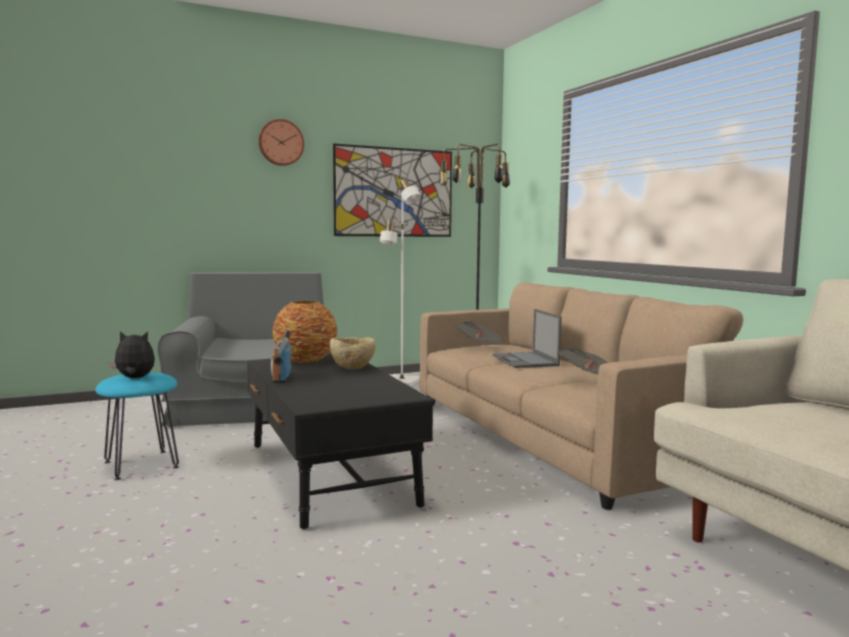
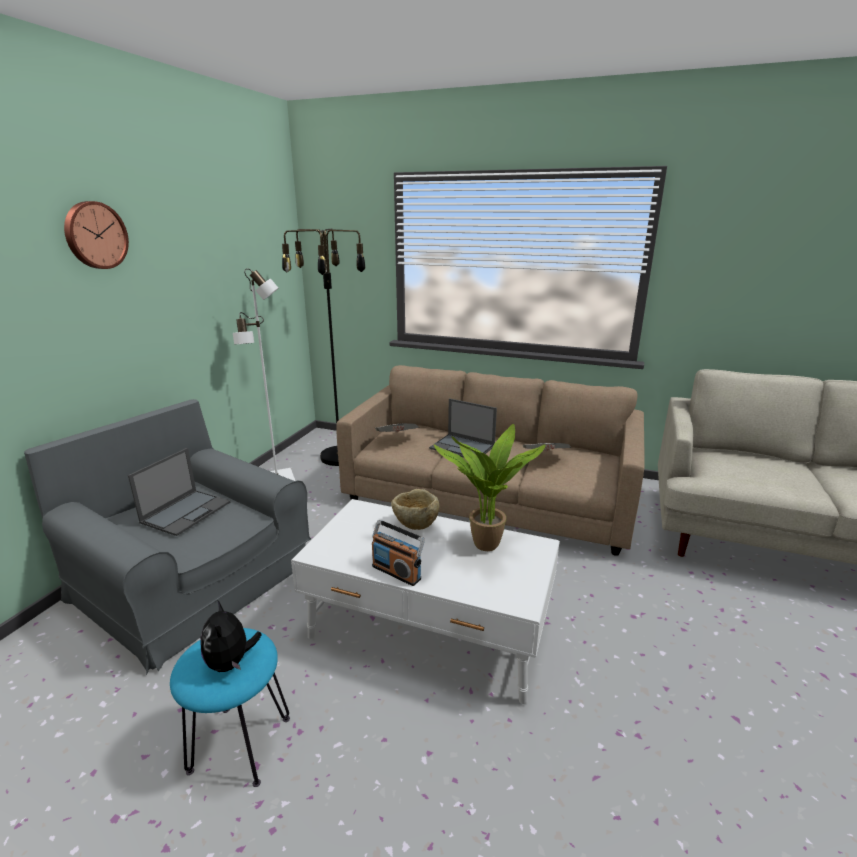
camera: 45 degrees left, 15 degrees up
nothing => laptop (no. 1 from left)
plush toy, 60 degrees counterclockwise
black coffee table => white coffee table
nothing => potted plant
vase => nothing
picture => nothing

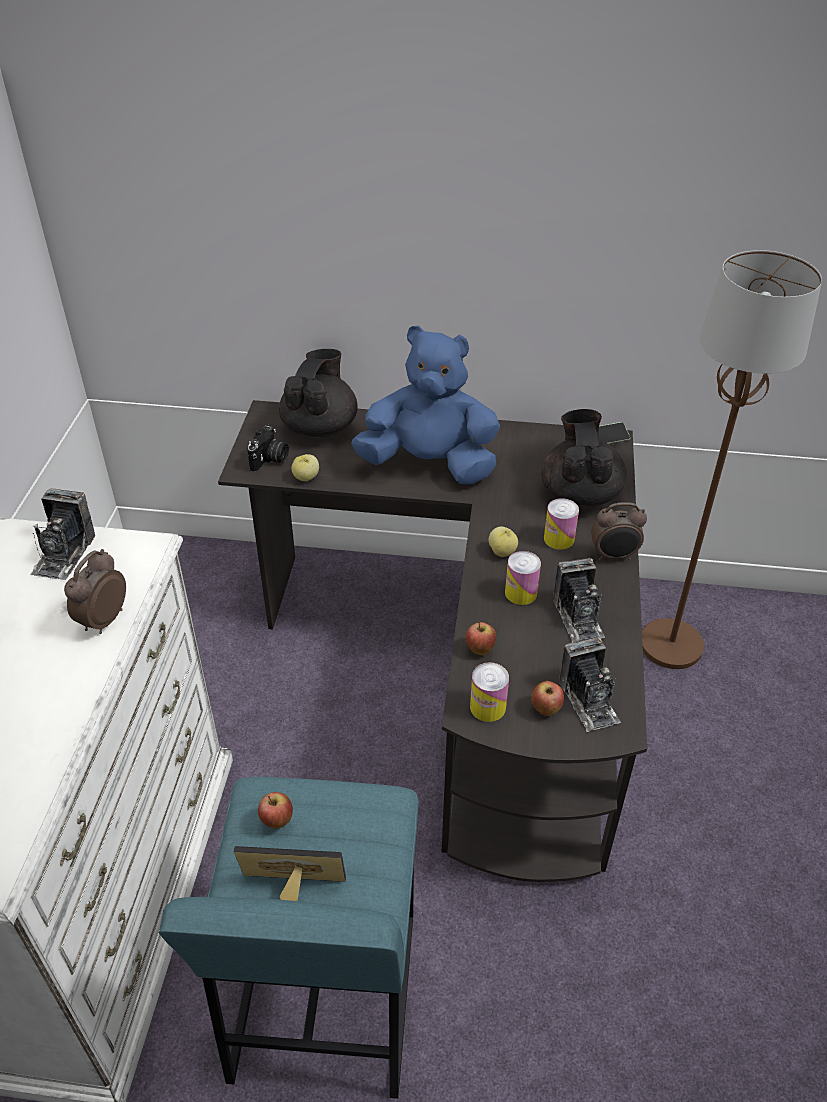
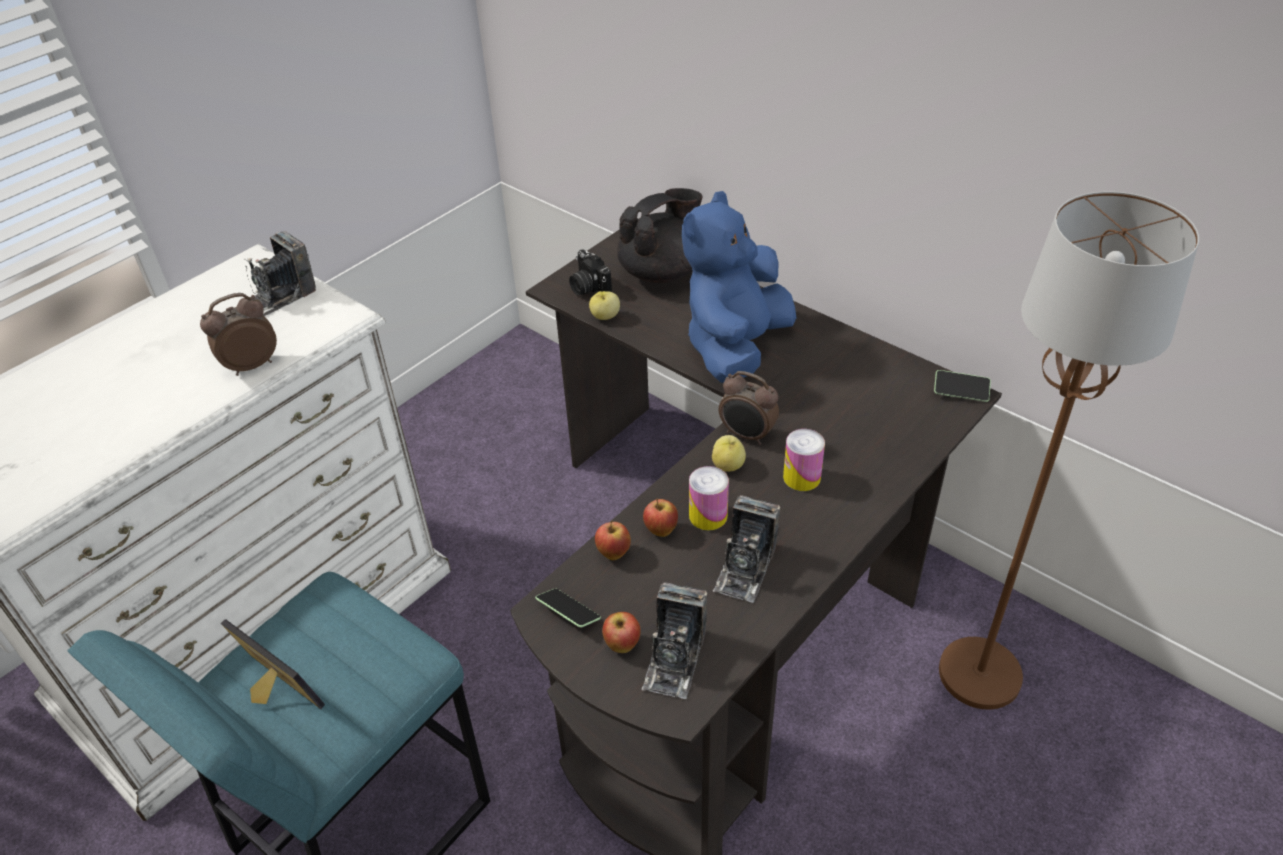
camera: 35 degrees right, 0 degrees up
can (no. 1 from left) => phone (no. 1 from left)
photo camera (no. 2 from left), 90 degrees clockwise
apple (no. 1 from left in the first image) => apple (no. 4 from left), relocated
blue plush toy, 105 degrees counterclockwise
alarm clock (no. 2 from left), relocated
black teapot (no. 2 from left) => nothing

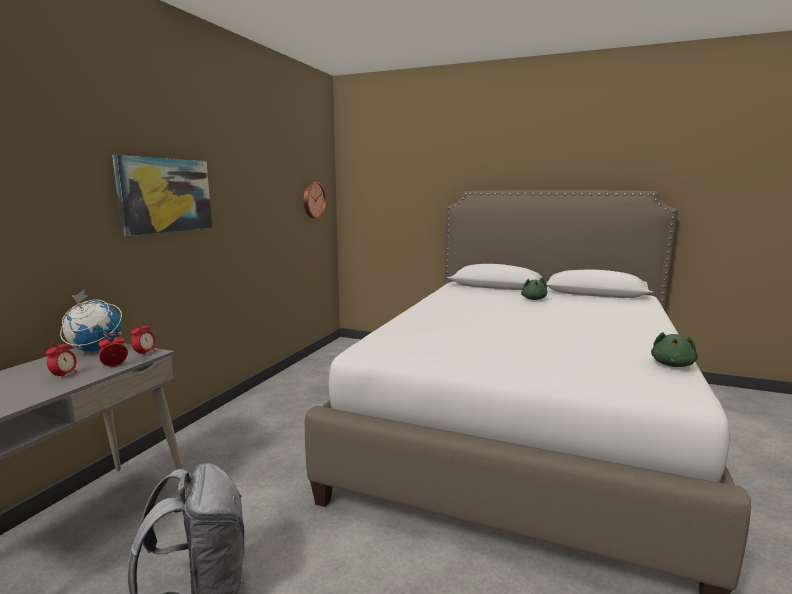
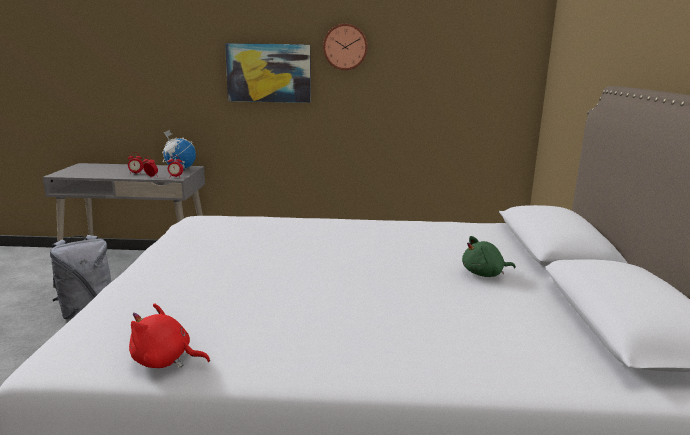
camera: 70 degrees right, 5 degrees up
green plush toy (no. 2 from left) => red plush toy
wall clock, relocated

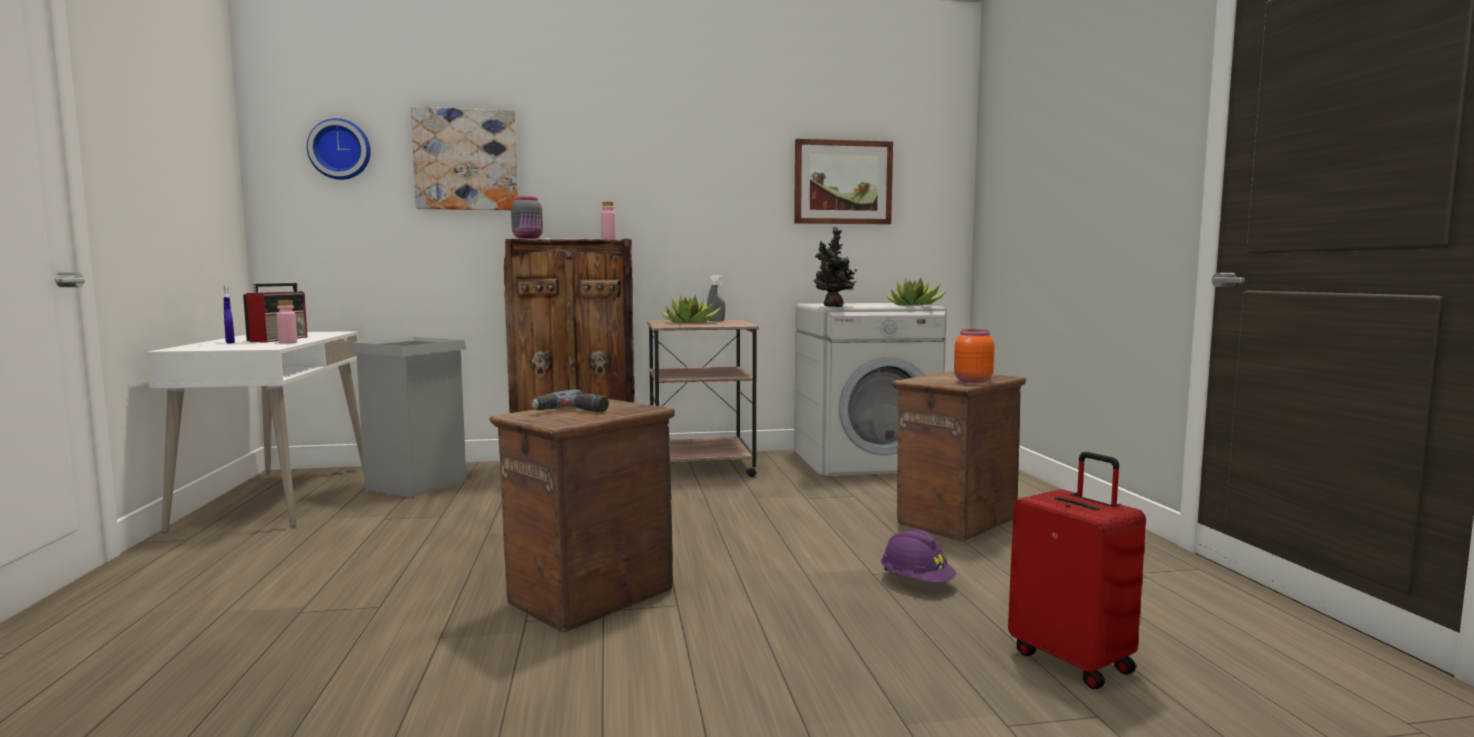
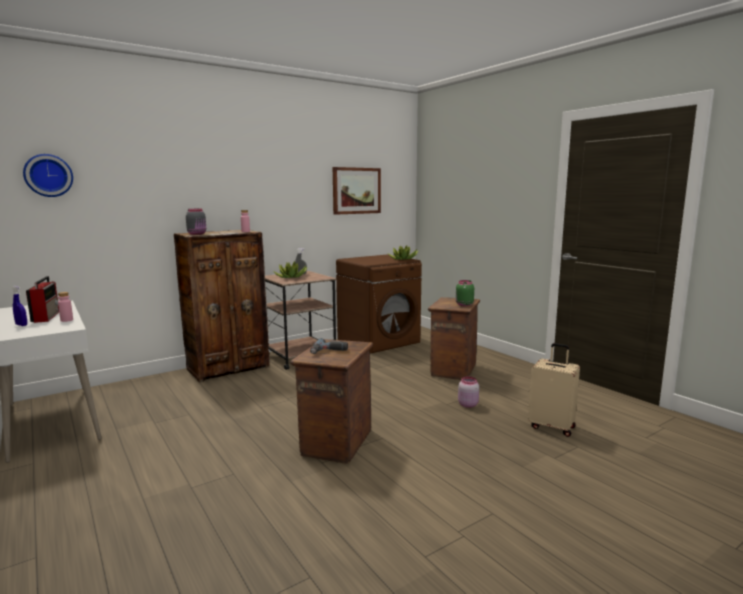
camera: 25 degrees left, 5 degrees up
white washing machine => brown washing machine
orange jar => green jar
purple hard hat => pink jar
red suitcase => beige suitcase
grey trash can => nothing
picture (no. 1 from left) => nothing
potted plant (no. 2 from left) => nothing

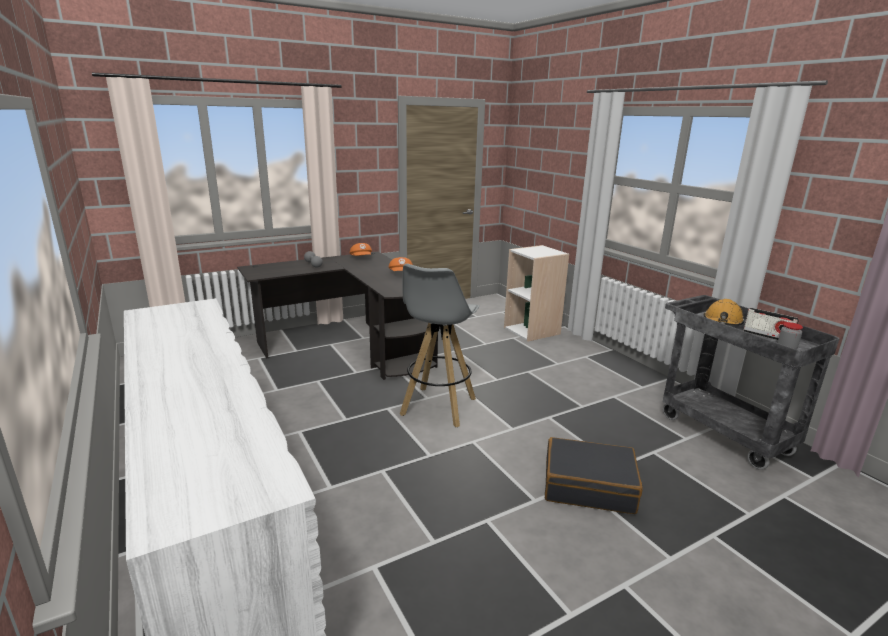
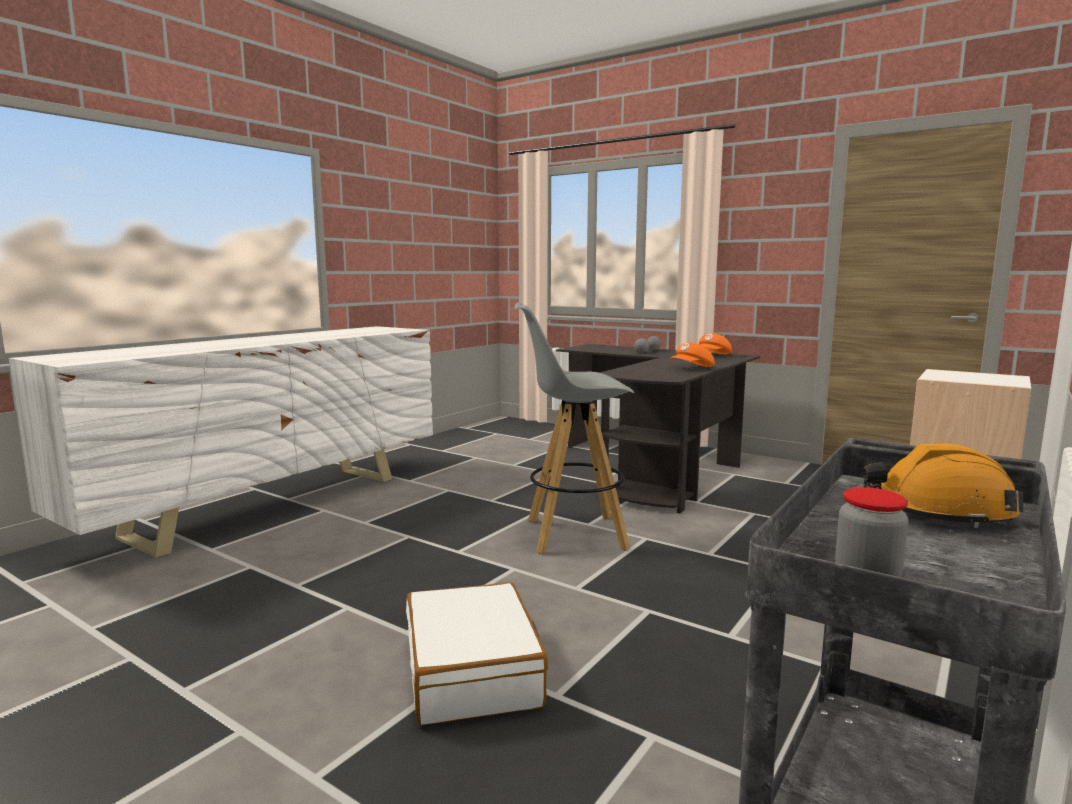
camera: 65 degrees right, 10 degrees down
black suitcase => white suitcase
radio => nothing

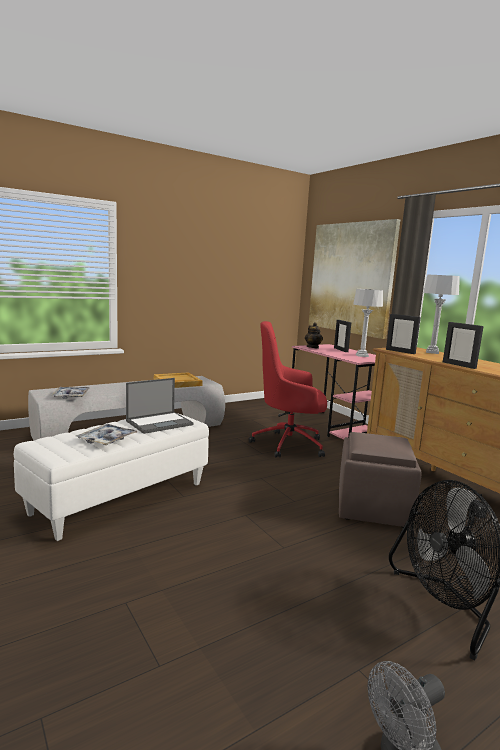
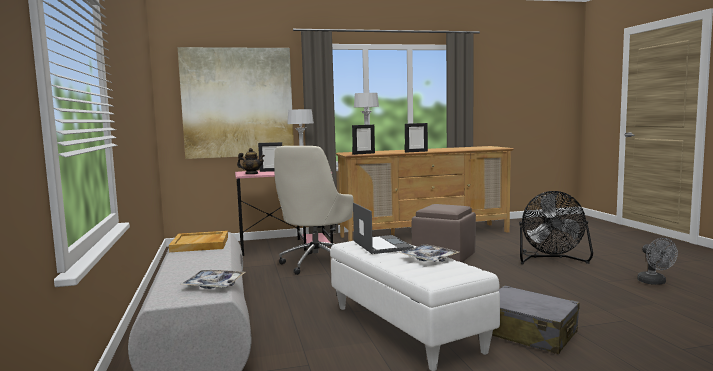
camera: 70 degrees left, 5 degrees down
red office chair => beige office chair
nothing => grey suitcase

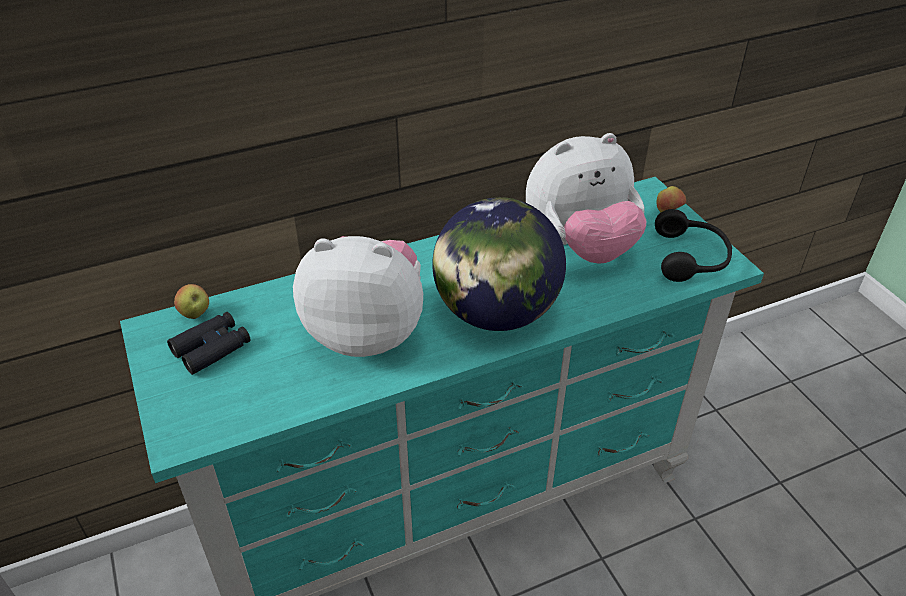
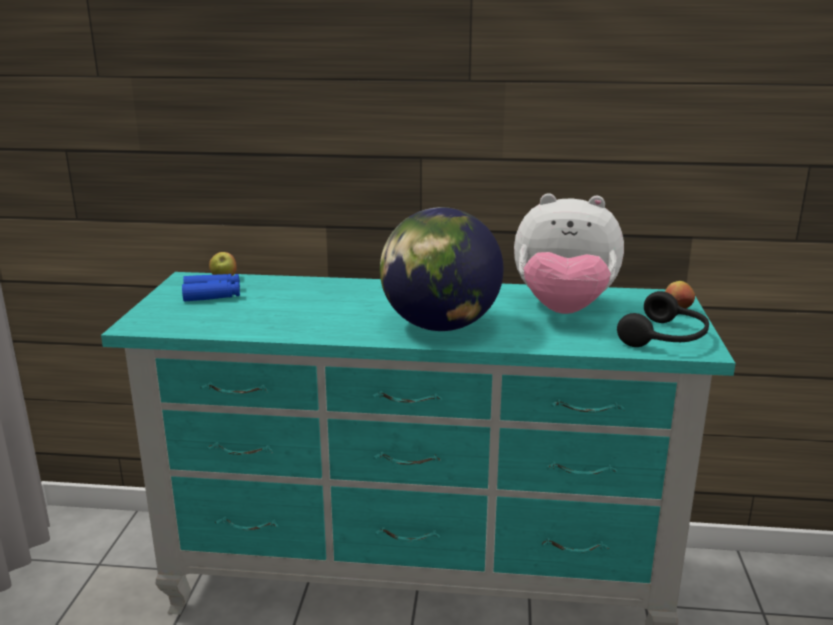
camera: 30 degrees right, 20 degrees down
black binoculars => blue binoculars
plush toy (no. 1 from left) => nothing

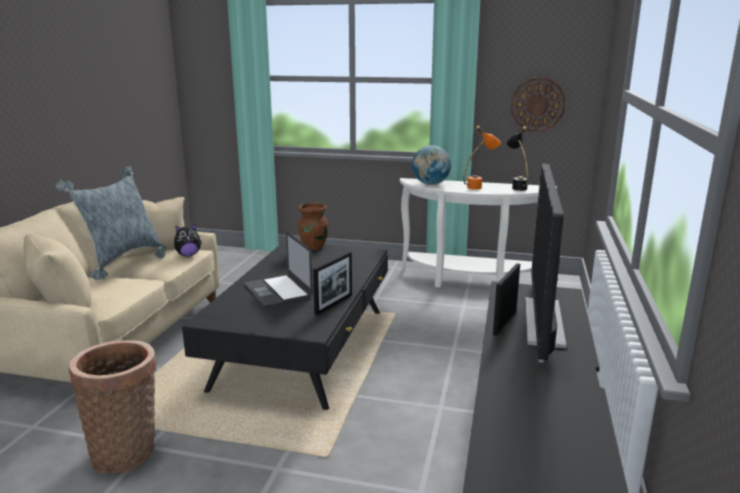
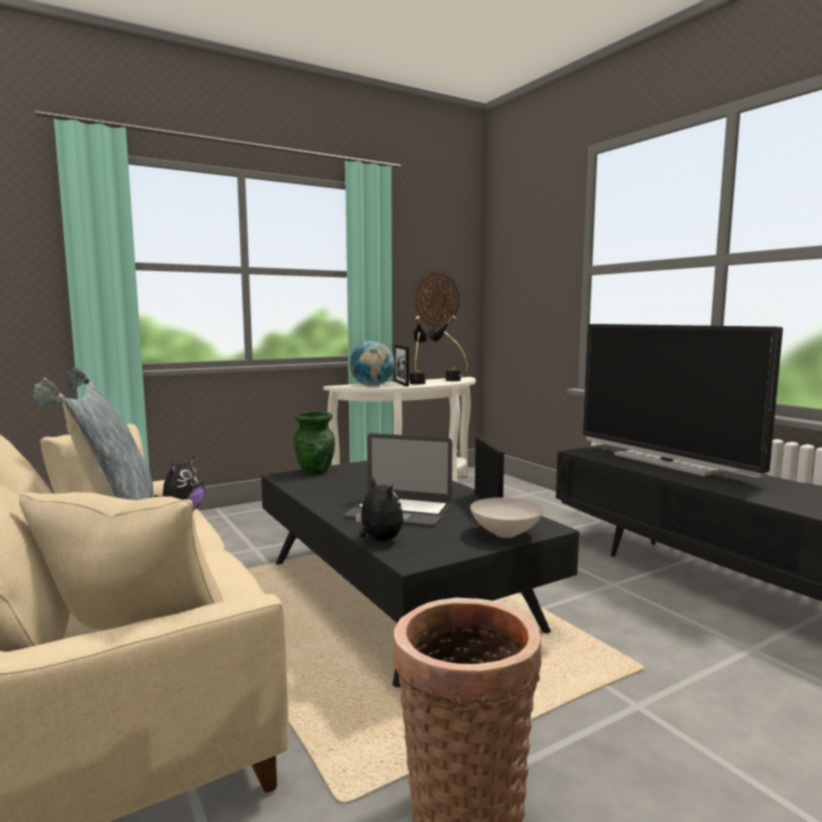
camera: 45 degrees left, 10 degrees down
brown vase => green vase
nothing => plush toy (no. 2 from left)
picture frame (no. 2 from left in the first image) => picture frame (no. 1 from left), relocated
orange table lamp => black table lamp (no. 1 from left)
nothing => white bowl

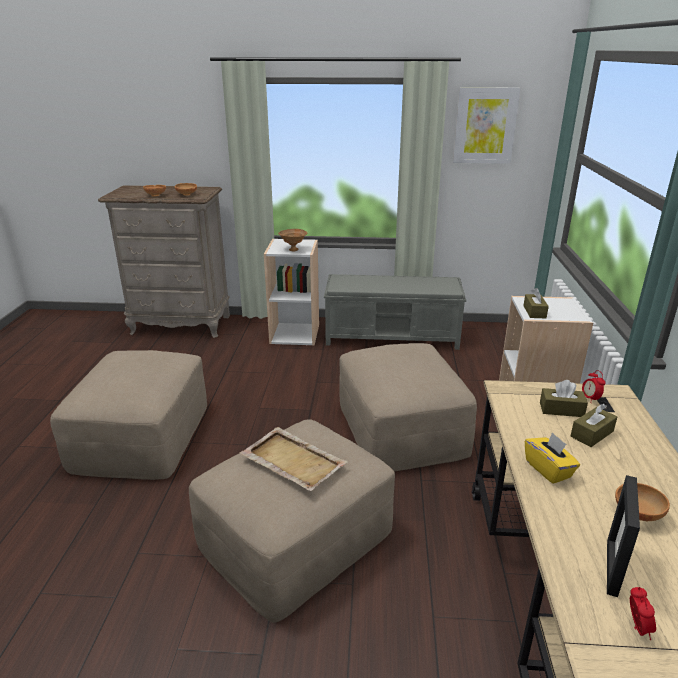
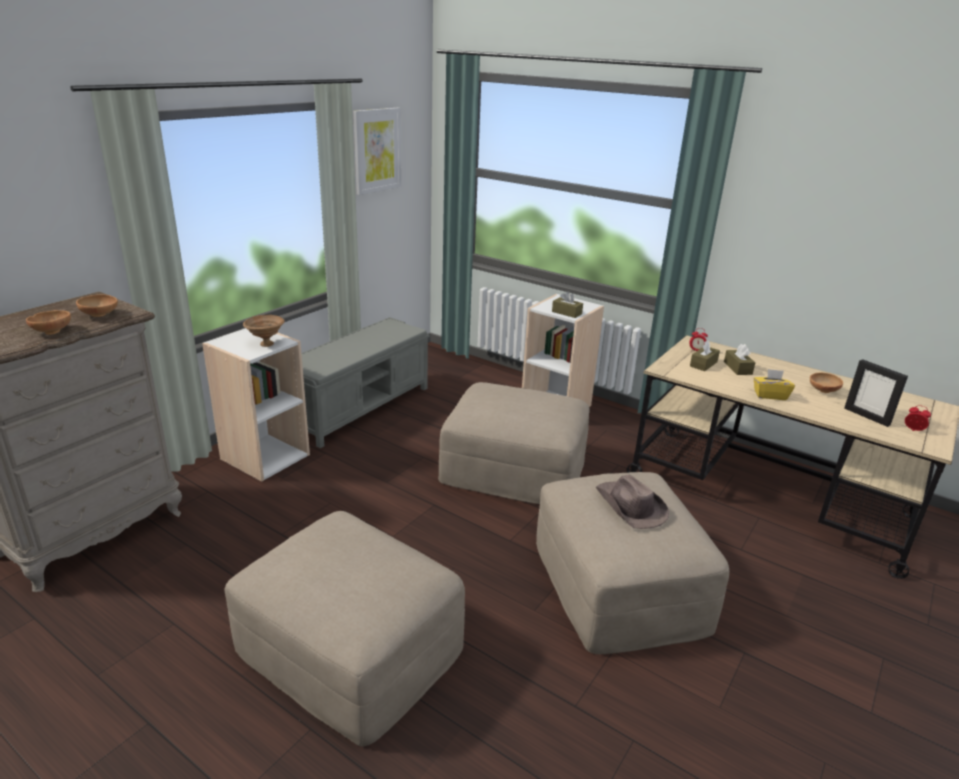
camera: 60 degrees left, 0 degrees up
beige tray => brown hat

